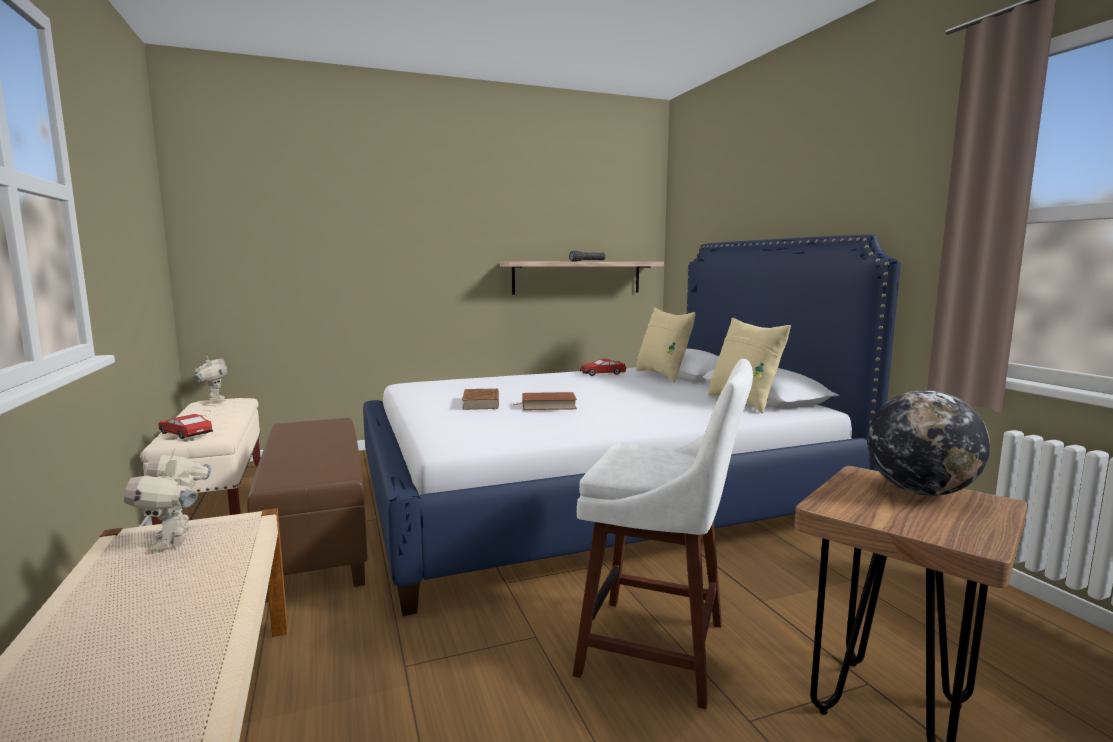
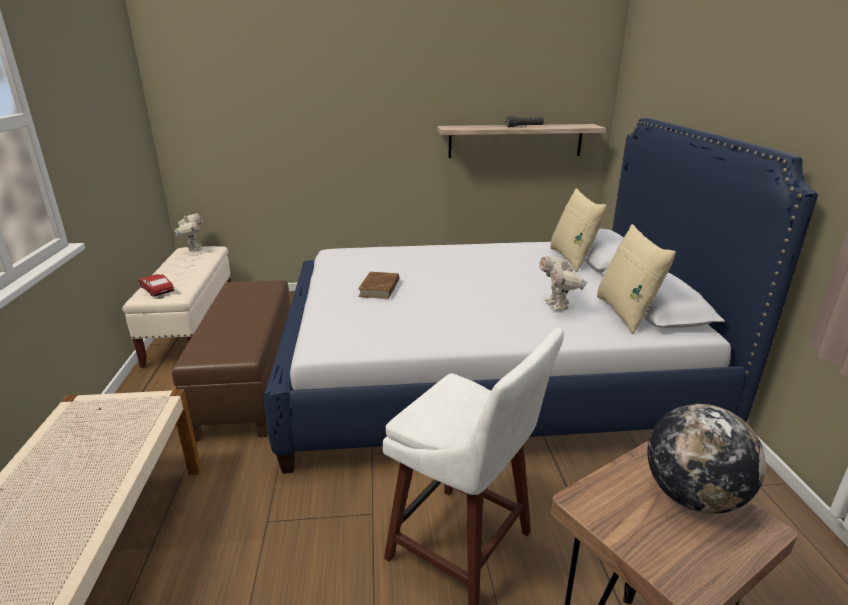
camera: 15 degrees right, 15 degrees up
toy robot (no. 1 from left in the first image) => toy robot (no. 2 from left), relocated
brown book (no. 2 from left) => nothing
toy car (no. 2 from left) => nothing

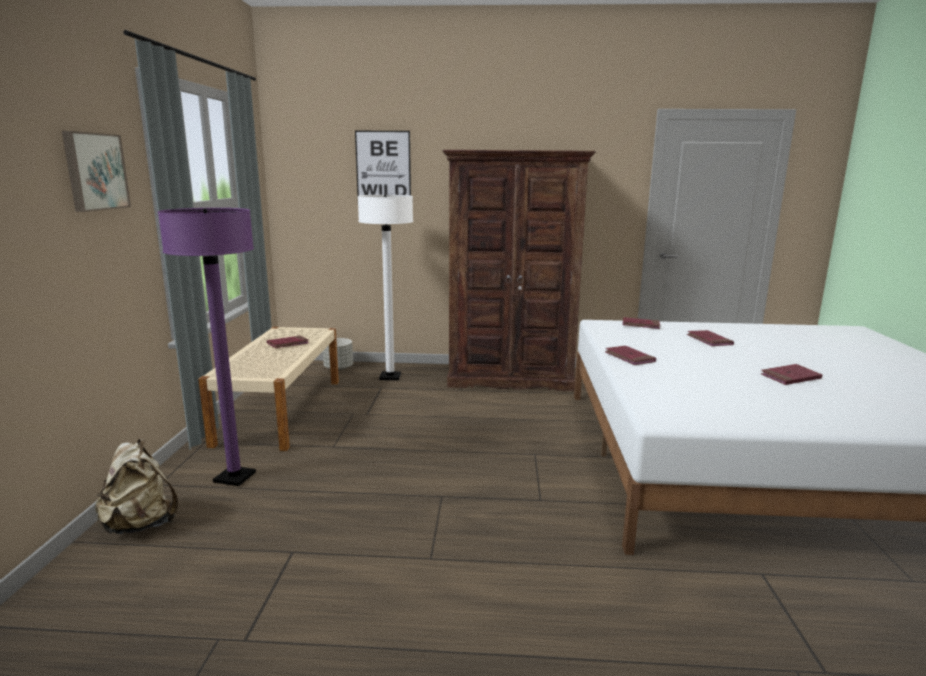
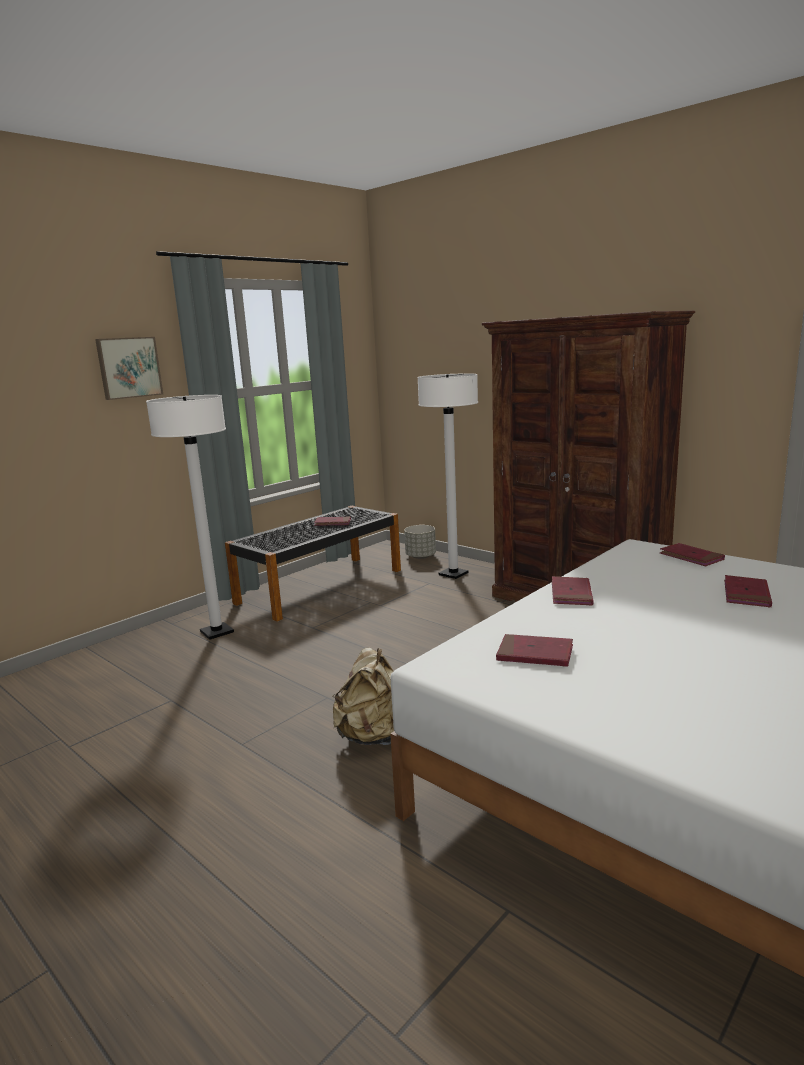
camera: 40 degrees right, 0 degrees up
purple floor lamp => white floor lamp (no. 1 from left)
beige bench => black bench
beige backpack, relocated
red book (no. 5 from left in the first image) => red book (no. 2 from left), relocated
picture (no. 2 from left) => nothing

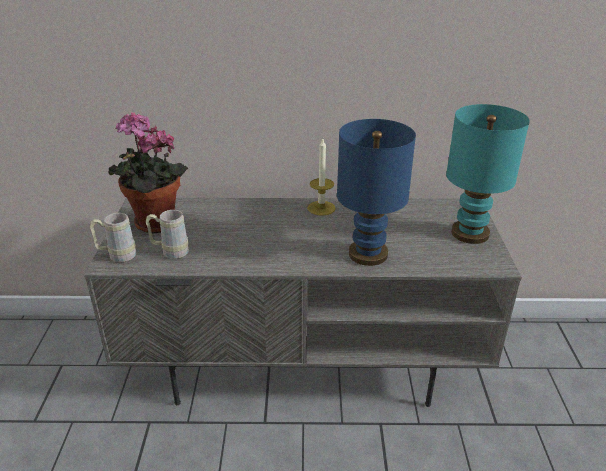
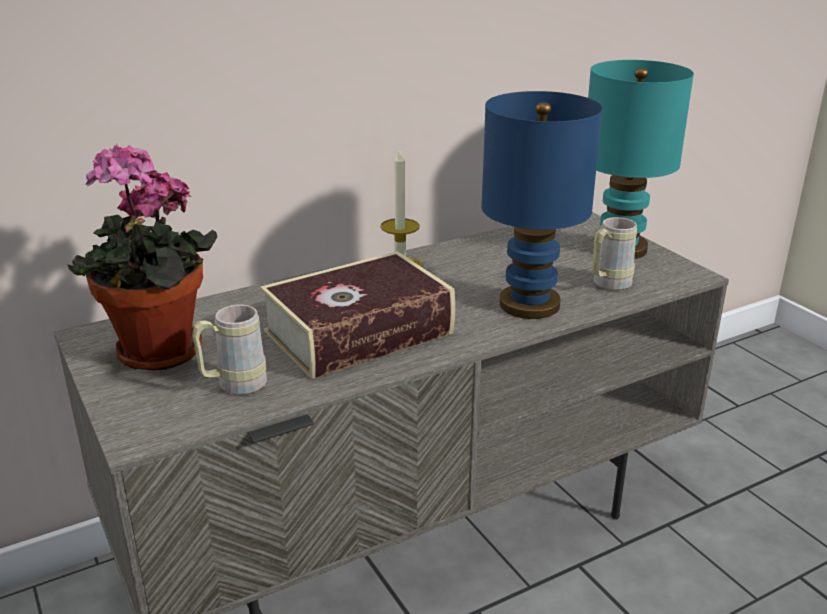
camera: 30 degrees left, 5 degrees down
nothing => book
beige mug (no. 1 from left in the first image) => beige mug (no. 2 from left), relocated

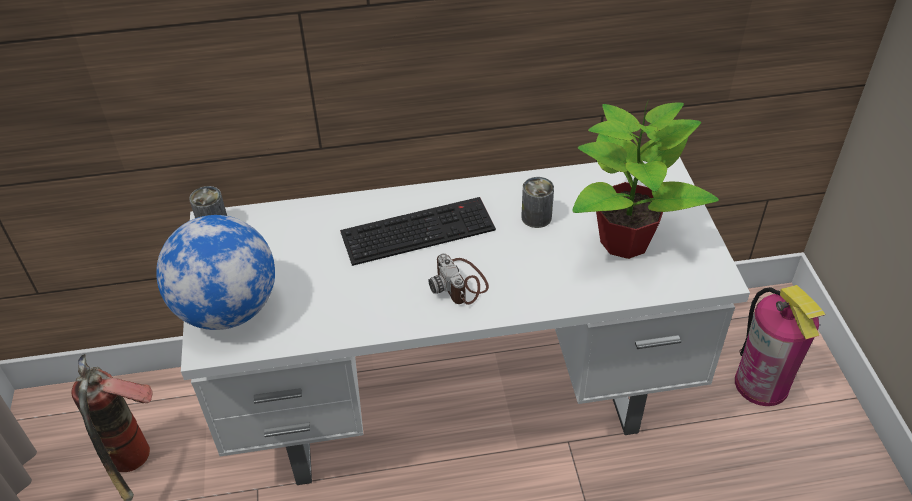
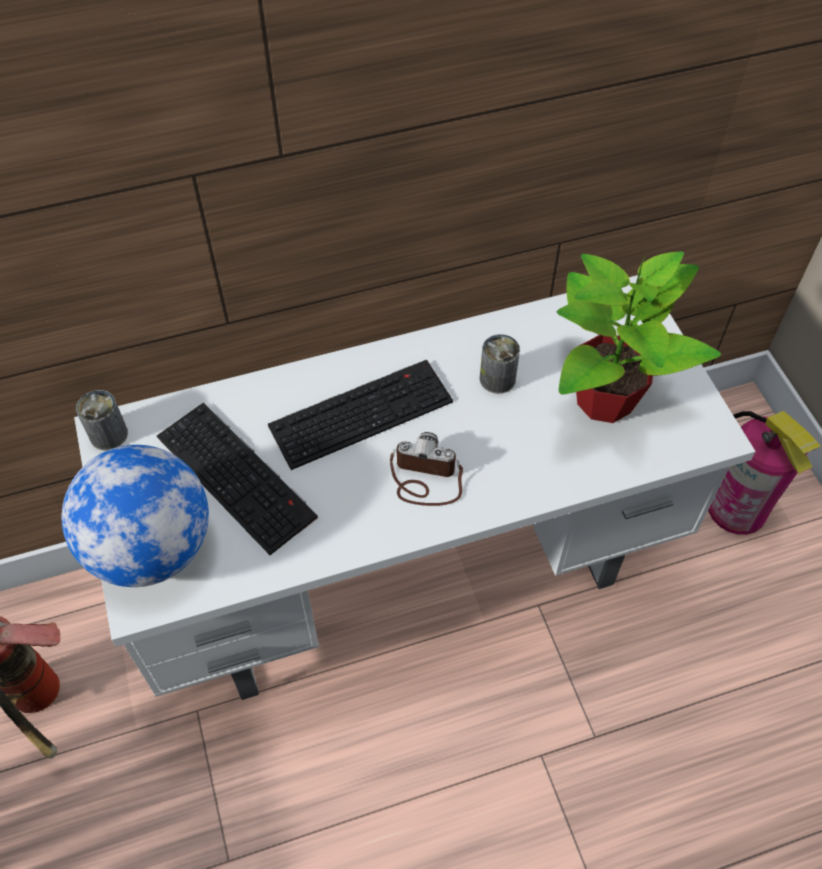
camera: 10 degrees left, 10 degrees up
nothing => keyboard (no. 1 from left)
photo camera, 135 degrees clockwise

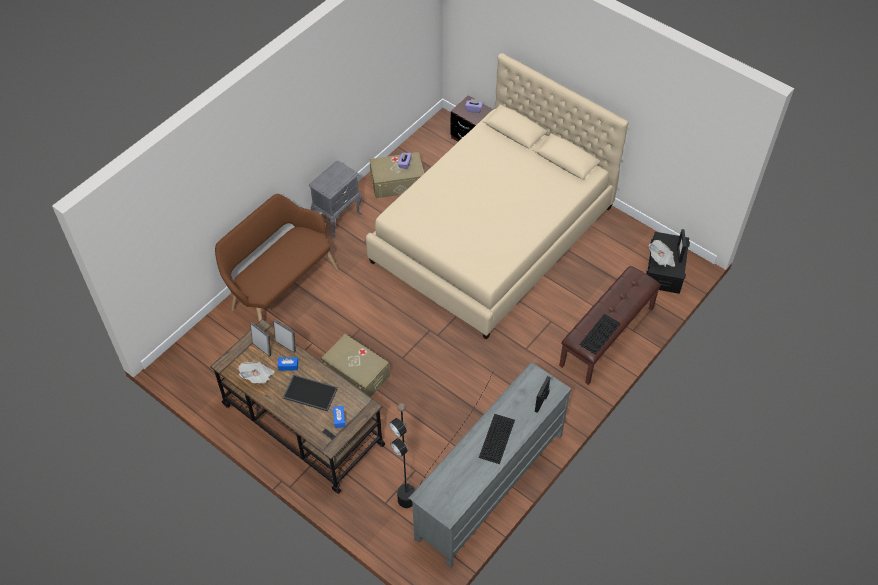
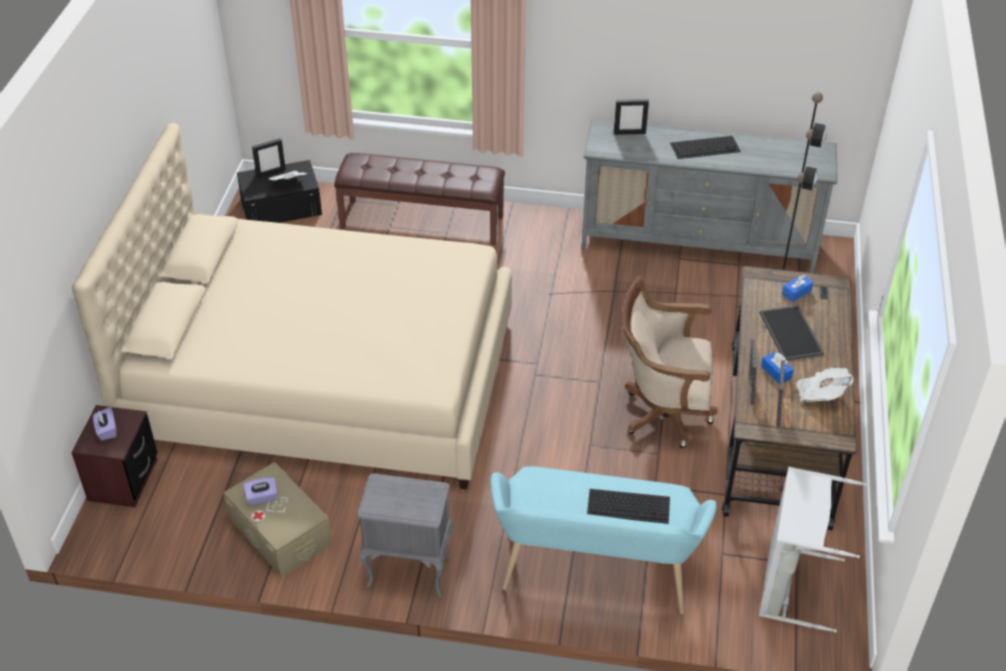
camera: 120 degrees left, 10 degrees down
brown bench (no. 1 from left) => turquoise bench
keyboard (no. 2 from left in the first image) => keyboard (no. 1 from left), relocated
beige storage box (no. 1 from left) => office chair
nothing => grey laundry basket

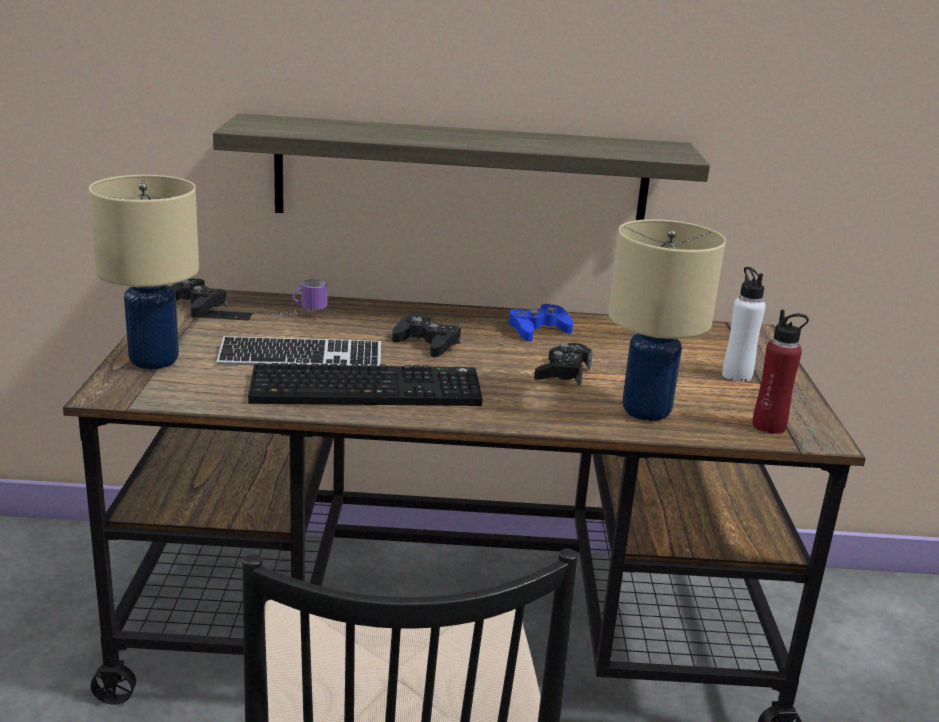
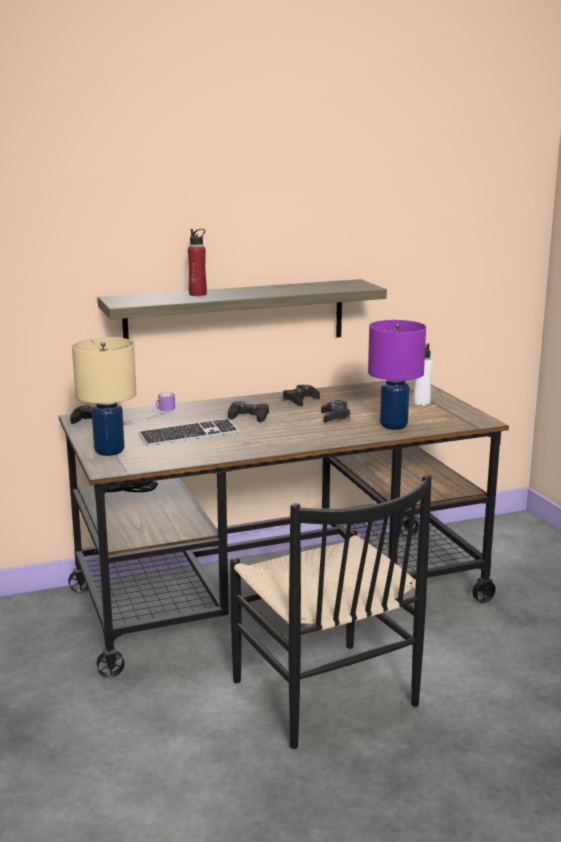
camera: 20 degrees left, 5 degrees down
red bottle, relocated
blue game controller => black game controller (no. 3 from left)
beige table lamp (no. 2 from left) => purple table lamp
keyboard (no. 2 from left) => nothing

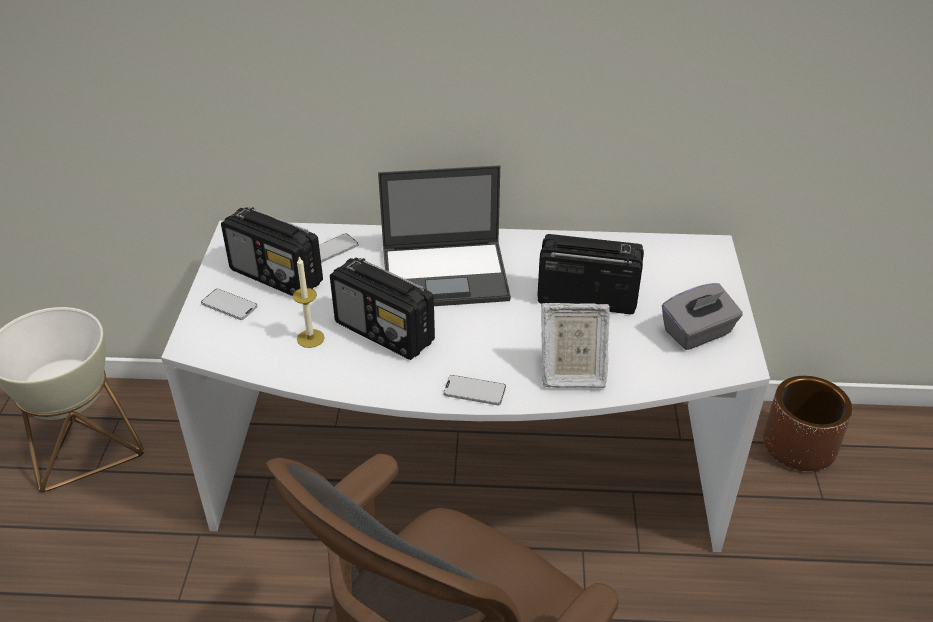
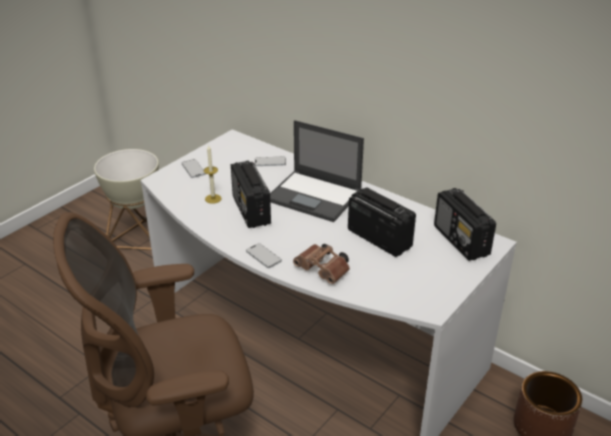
camera: 35 degrees right, 5 degrees down
picture frame => brown binoculars
radio (no. 1 from left in the first image) => radio (no. 3 from left), relocated
grey tissue box => nothing

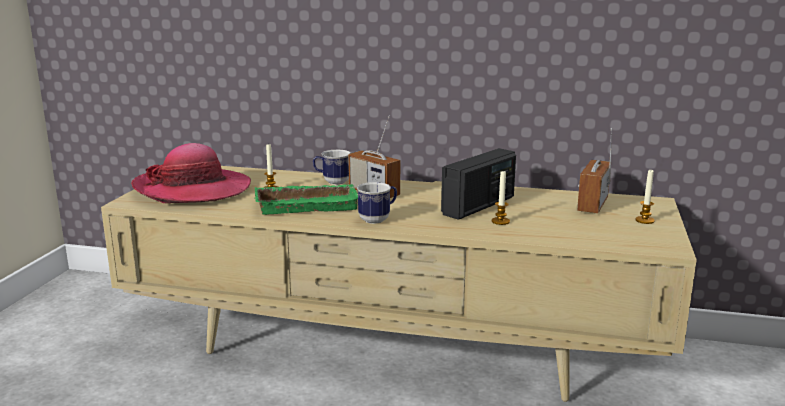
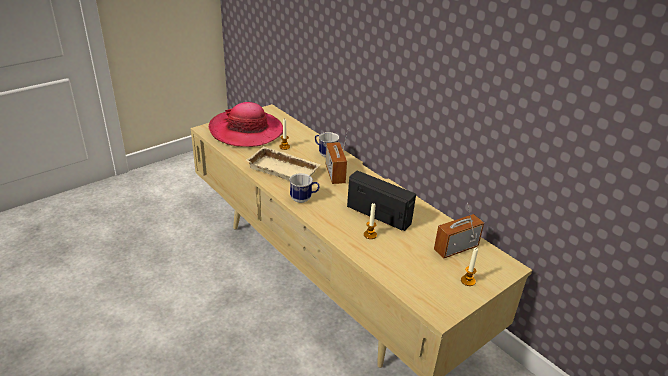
camera: 35 degrees right, 15 degrees up
green tray => beige tray
radio (no. 2 from left), 135 degrees counterclockwise

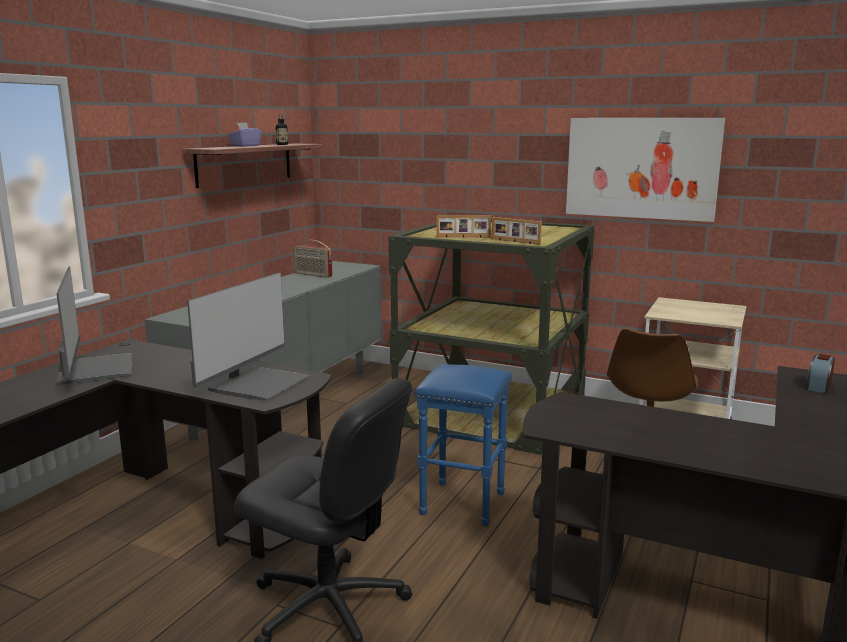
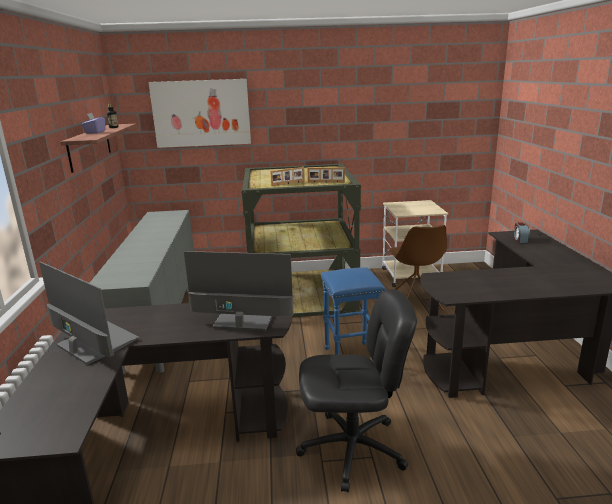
camera: 30 degrees left, 5 degrees up
picture, relocated
monitor (no. 2 from left), 75 degrees counterclockwise
radio => nothing

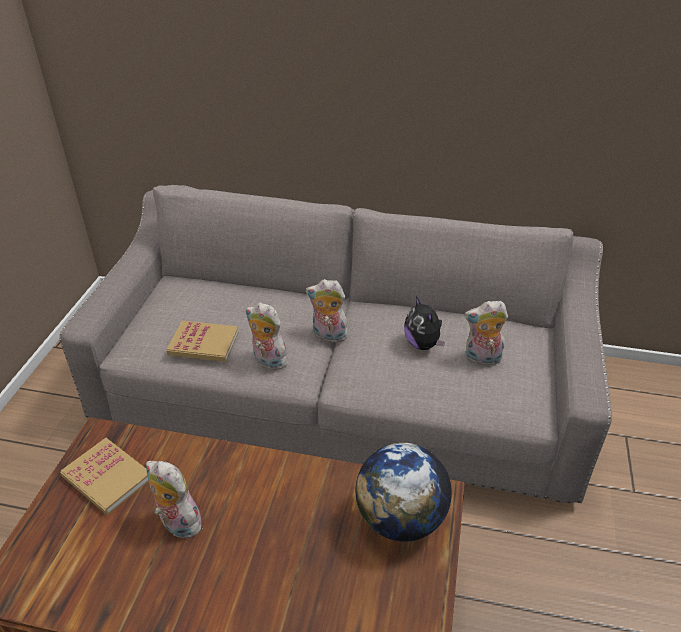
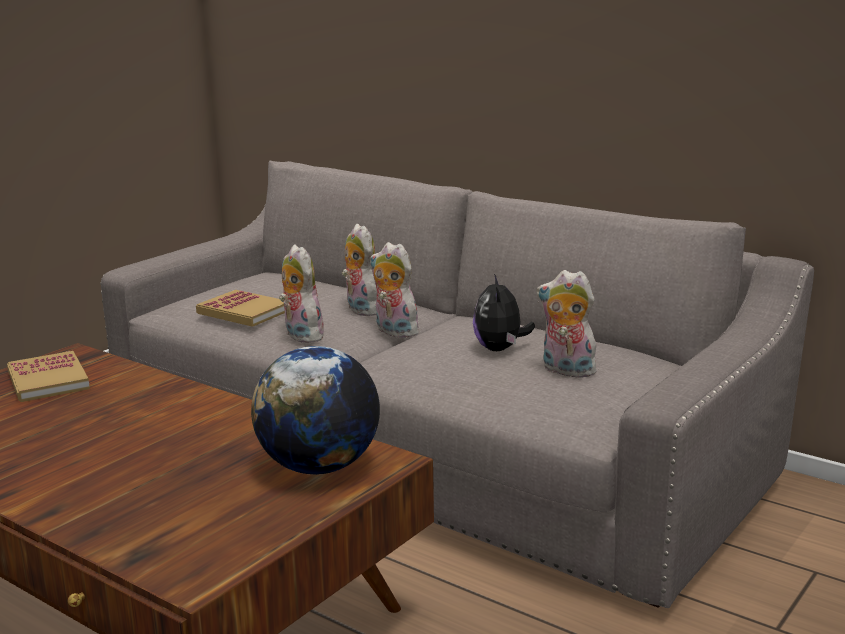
camera: 25 degrees right, 20 degrees down
plush toy (no. 1 from left in the first image) => plush toy (no. 2 from left), relocated

